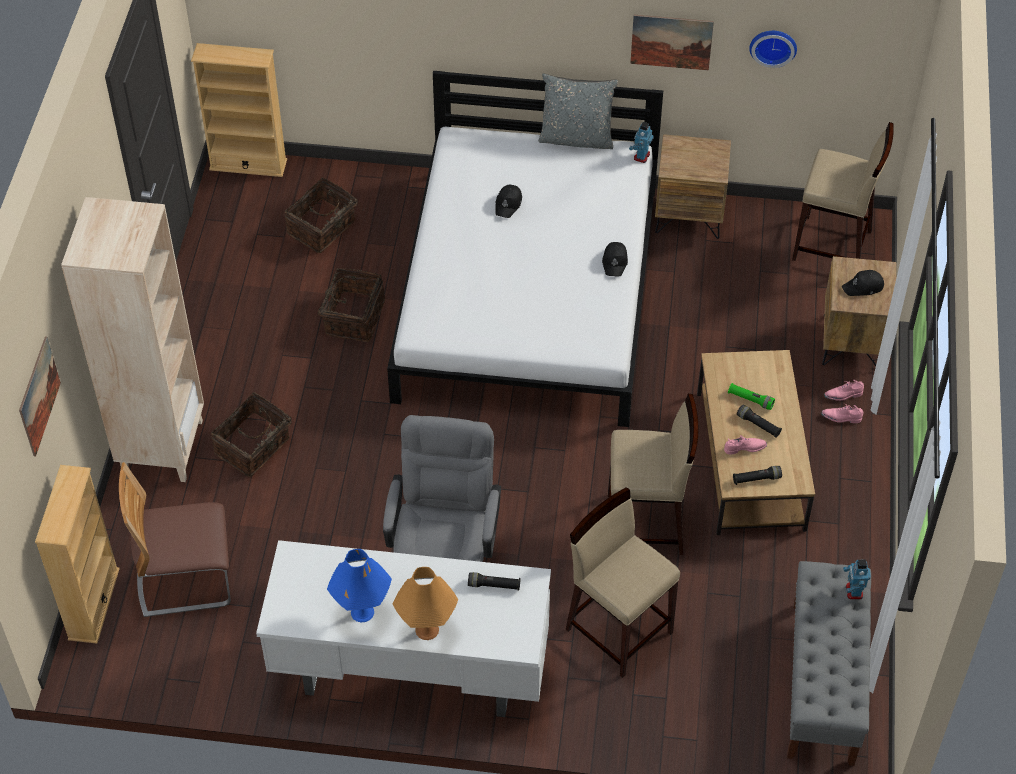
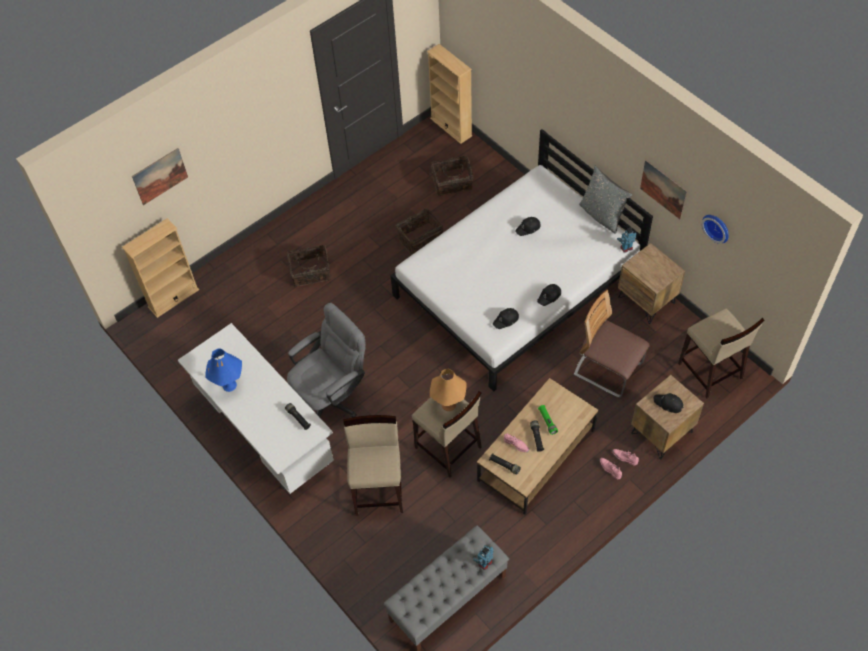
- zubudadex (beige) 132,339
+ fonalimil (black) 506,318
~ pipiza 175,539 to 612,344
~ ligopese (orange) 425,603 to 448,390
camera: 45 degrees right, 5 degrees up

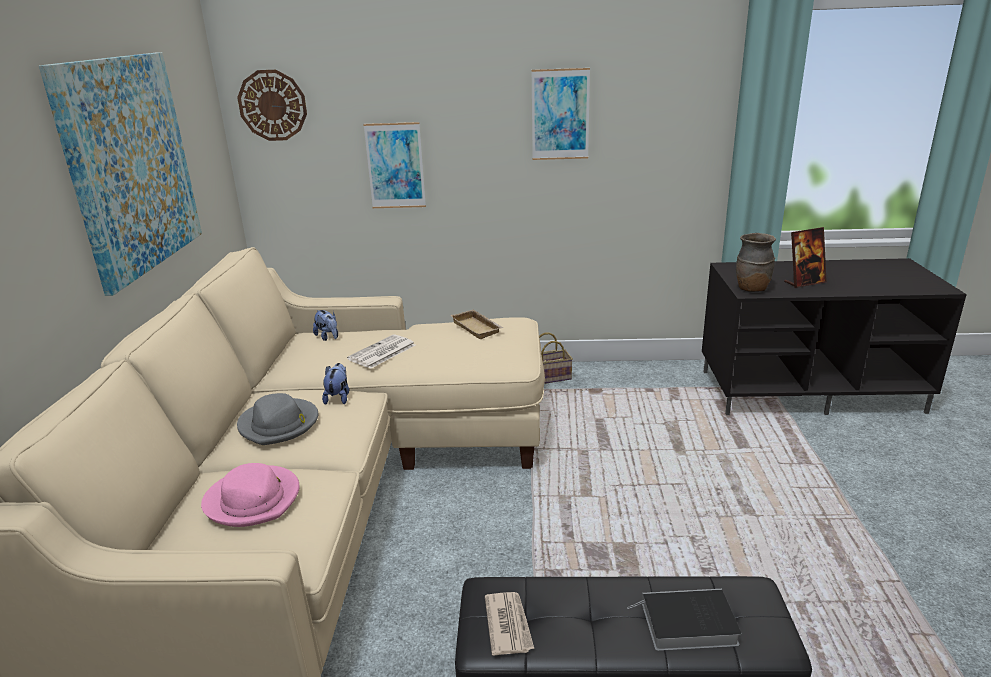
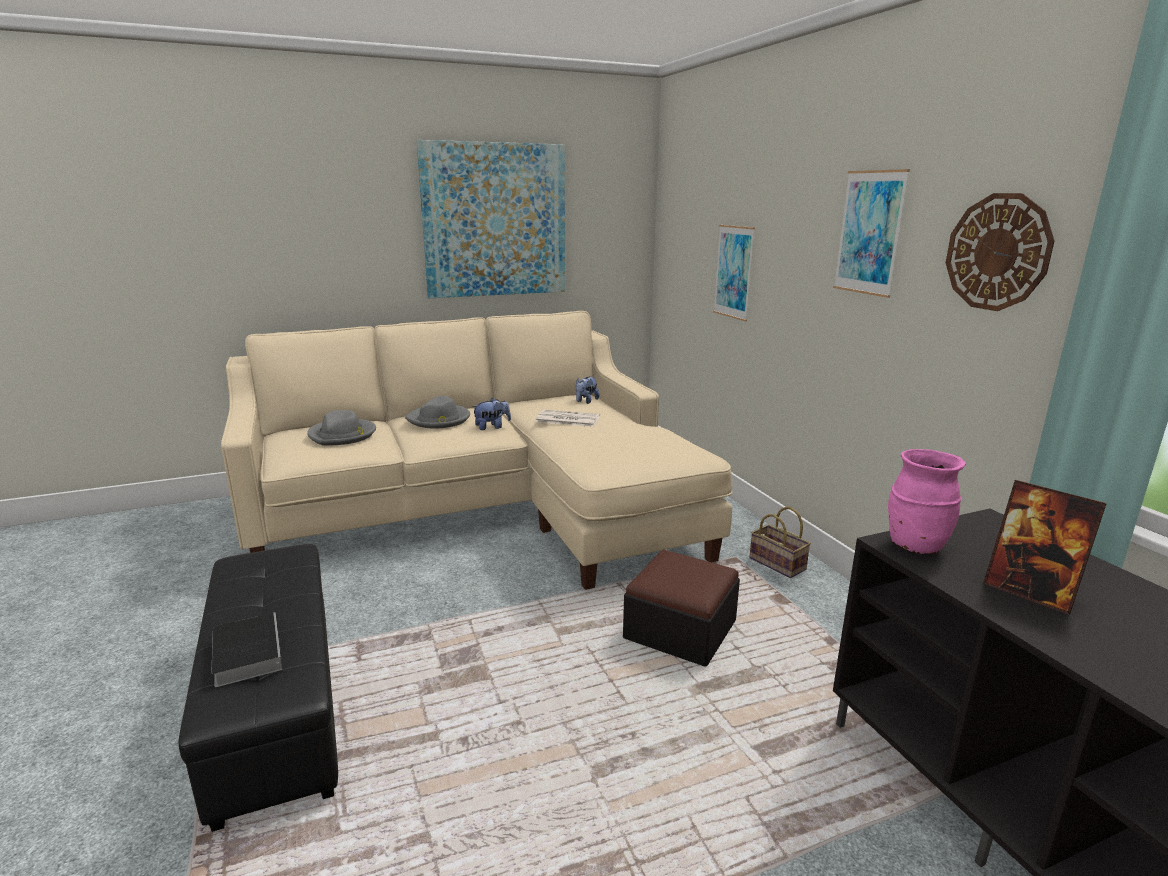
- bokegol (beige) 477,324
- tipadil 509,624
+ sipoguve 681,608
~ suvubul 272,105 to 1000,252
~ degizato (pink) 250,495 to degizato (grey) 341,428
~ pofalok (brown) 756,262 to pofalok (pink) 927,502
camera: 65 degrees right, 5 degrees down

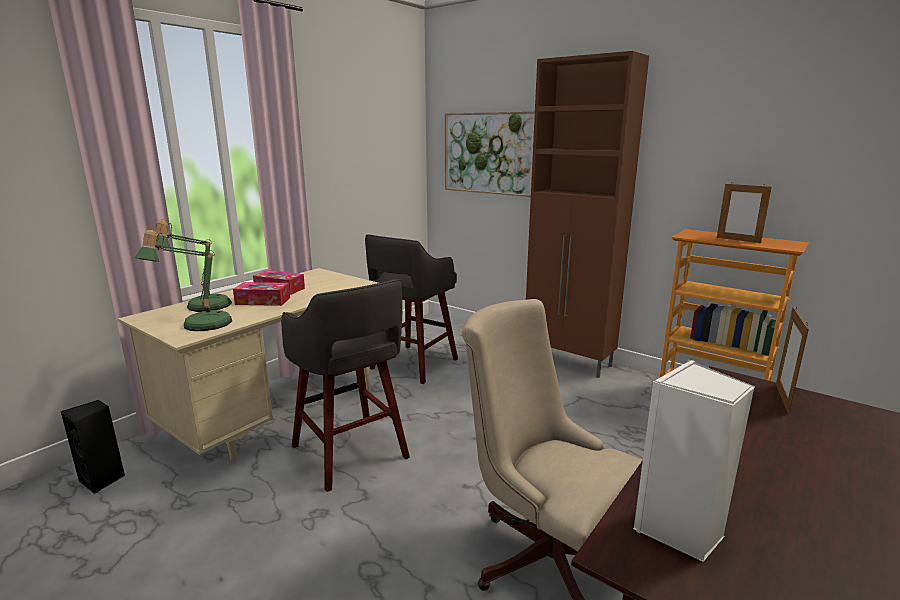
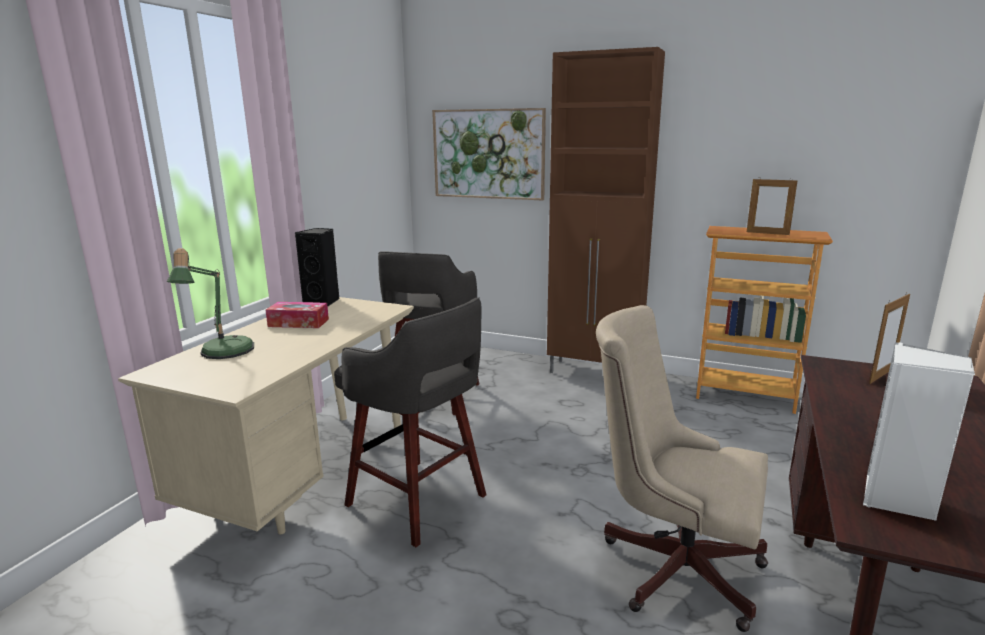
- ligopese 183,280
- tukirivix 261,294
~ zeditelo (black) 93,447 to 317,267
~ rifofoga 792,360 = 889,338 135 degrees counterclockwise
camera: 15 degrees left, 0 degrees up

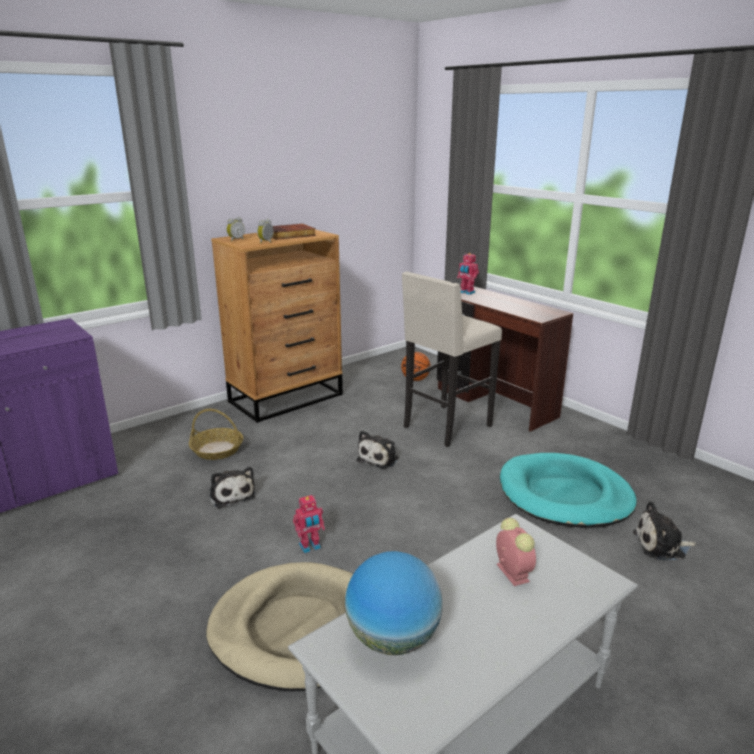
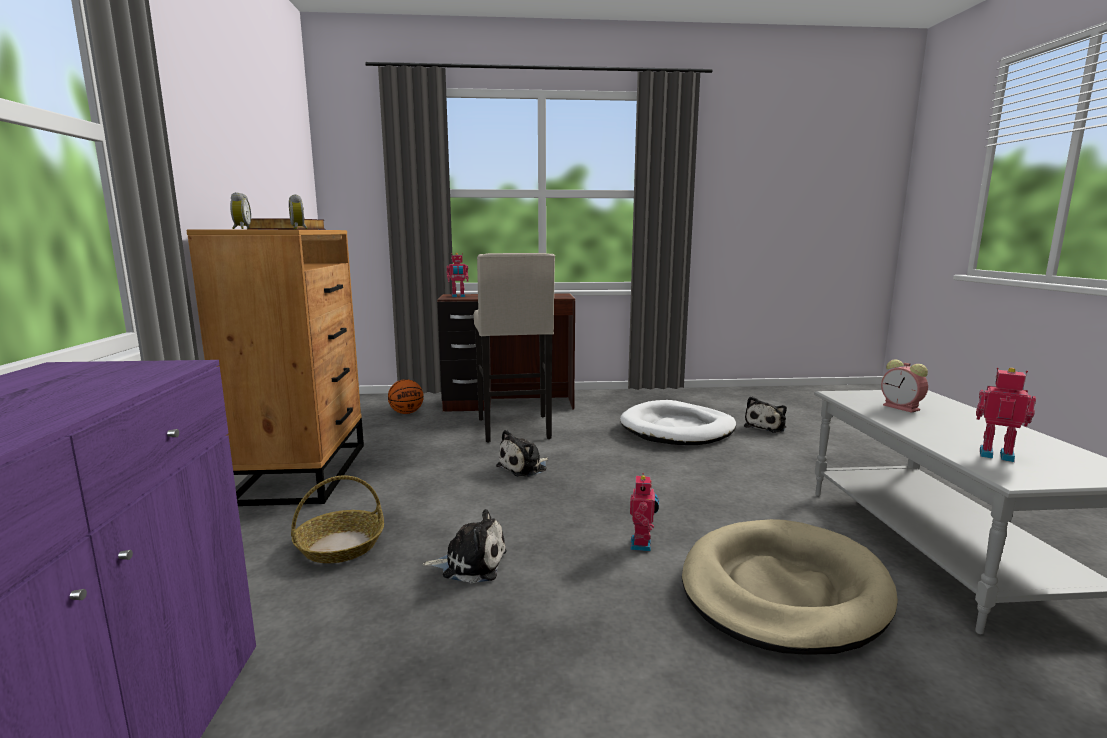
~ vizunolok 394,603 to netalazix 1006,415
~ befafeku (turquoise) 568,490 to befafeku (white) 678,422
~ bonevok 377,449 = 522,453 75 degrees clockwise
~ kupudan 516,552 = 904,386 135 degrees counterclockwise
camera: 55 degrees left, 10 degrees down

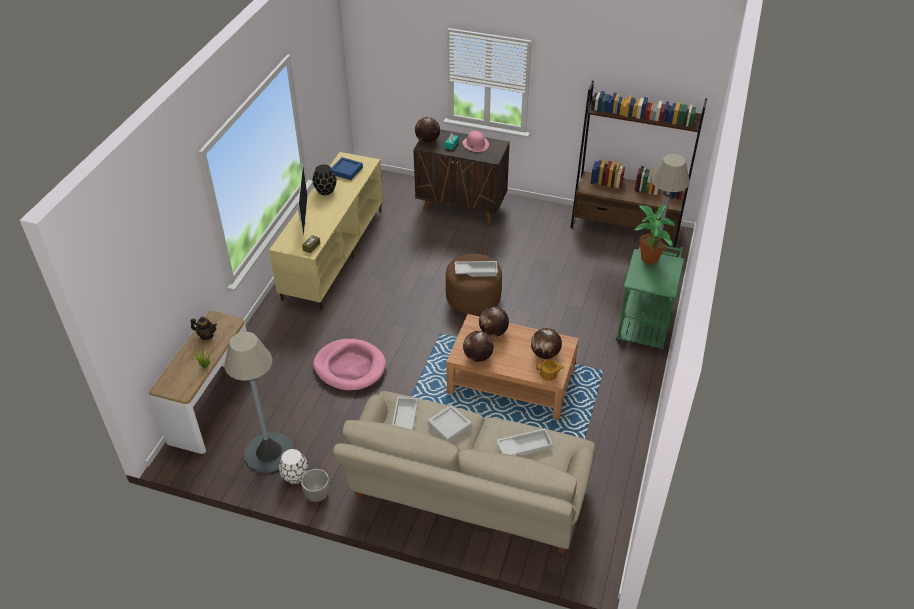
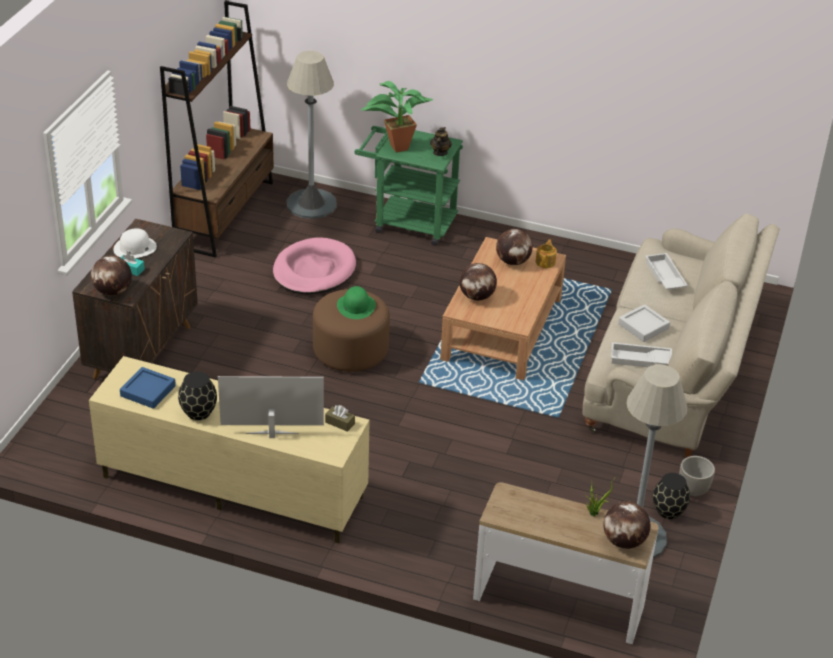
~ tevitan 203,328 to 441,141
~ befafeku (pink) 349,365 to 314,265
~ vizunolok 478,346 to 627,525
~ bokegol (white) 476,269 to degizato (green) 356,302
~ pofalok (white) 293,466 to pofalok (black) 671,496
~ degizato (pink) 475,141 to degizato (white) 135,243
camera: 90 degrees left, 5 degrees down

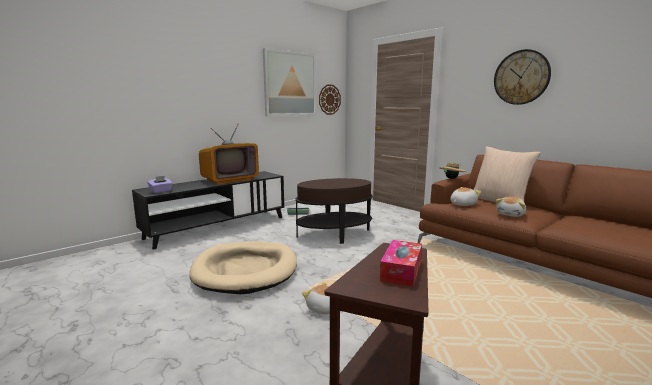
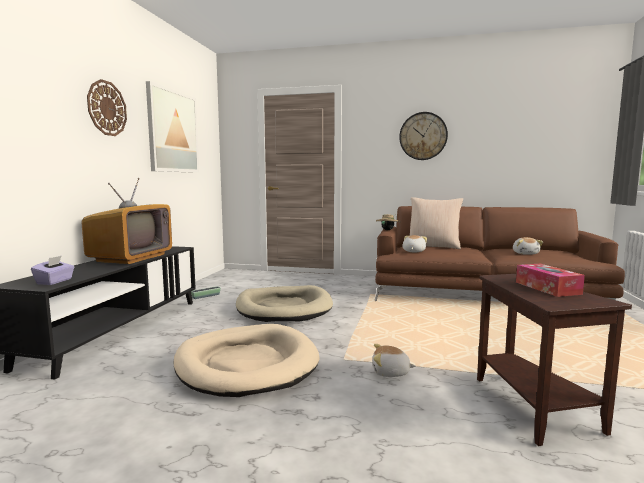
~ suvubul 330,99 to 107,107
~ bonevok 510,207 to 528,246
~ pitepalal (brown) 334,211 to befafeku (beige) 284,303
camera: 35 degrees left, 5 degrees down

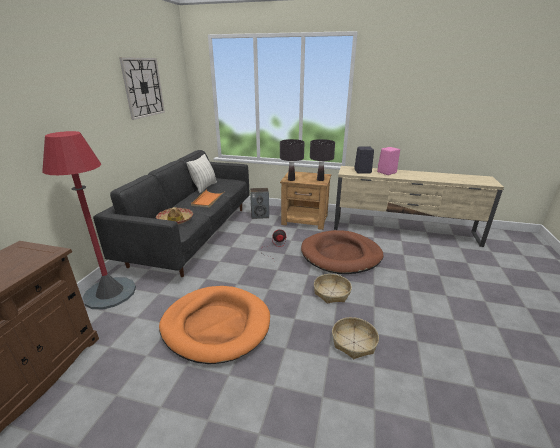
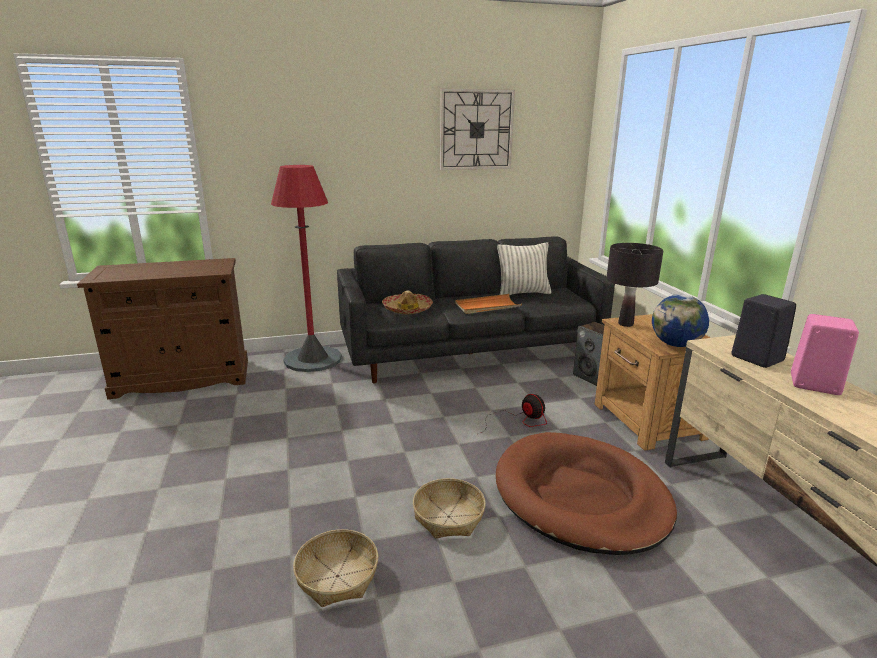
- befafeku (orange) 214,325
~ ligopese (black) 322,160 to vizunolok 680,320
camera: 60 degrees right, 5 degrees down

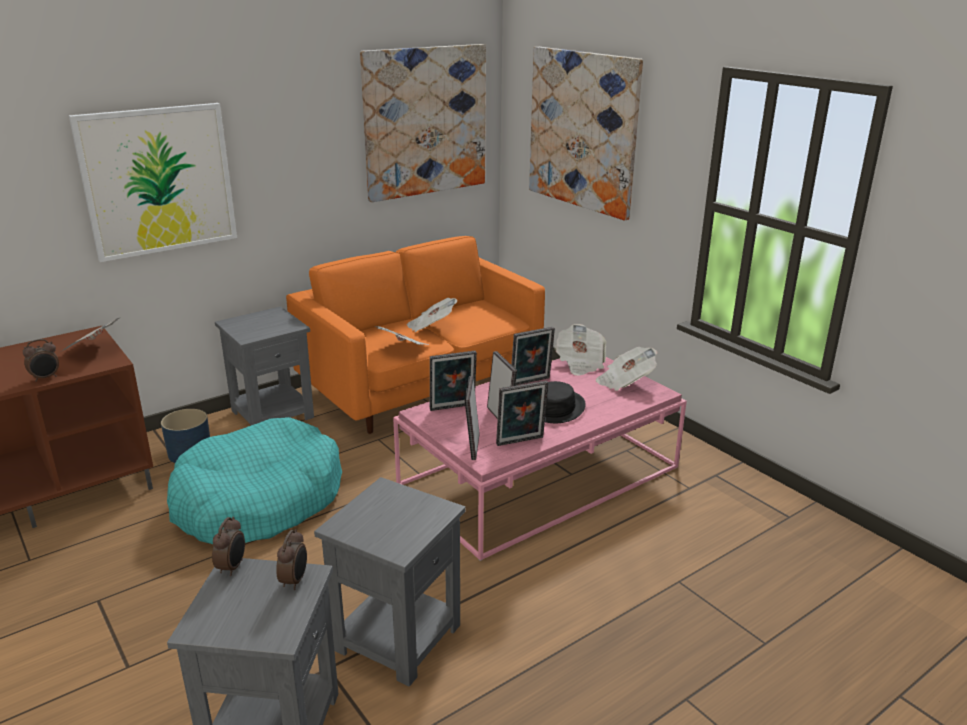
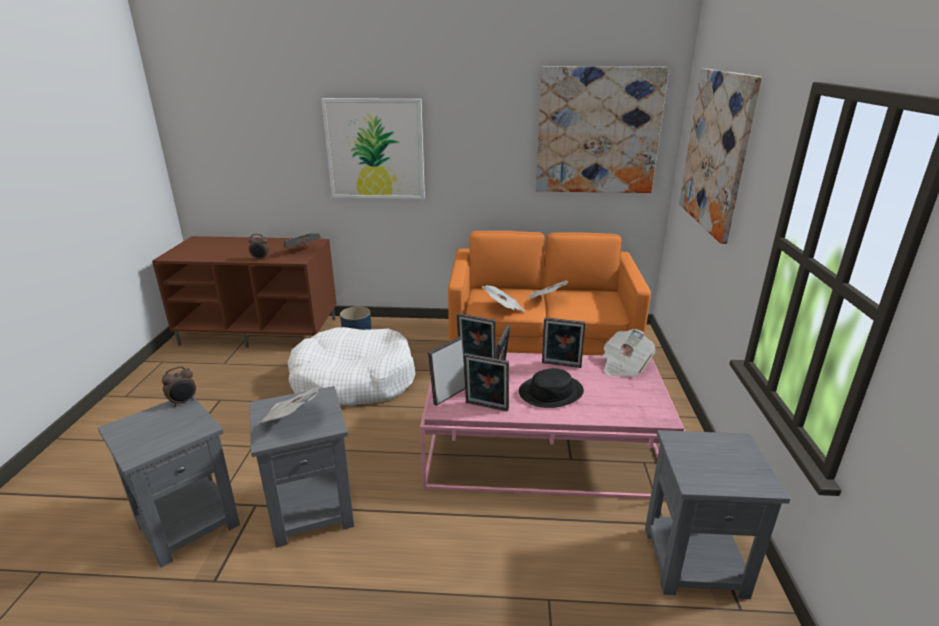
- kupudan 291,559
~ pitepalal (grey) 264,366 to 717,514
~ tipadil 627,369 to 289,405
~ befafeku (turquoise) 254,480 to befafeku (white) 351,366
camera: 40 degrees right, 0 degrees up

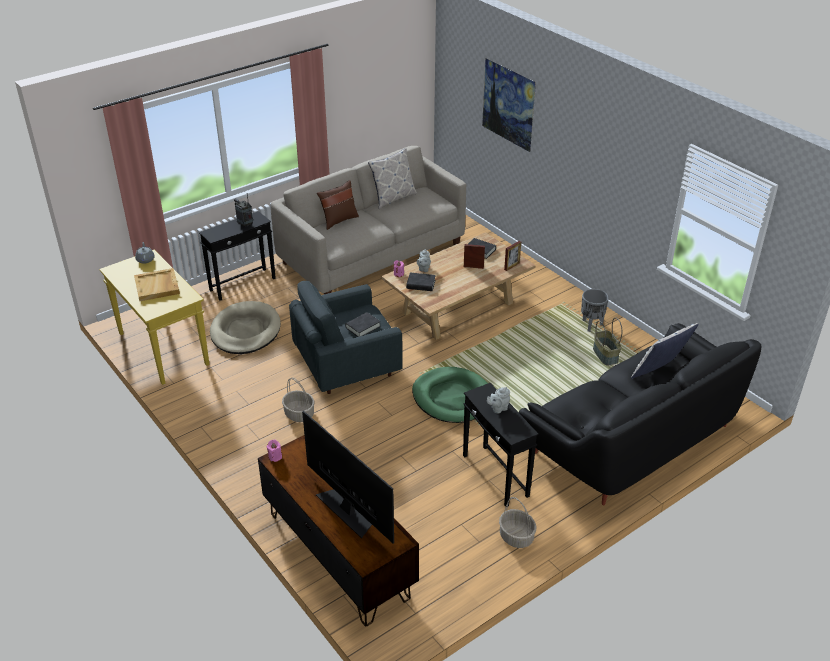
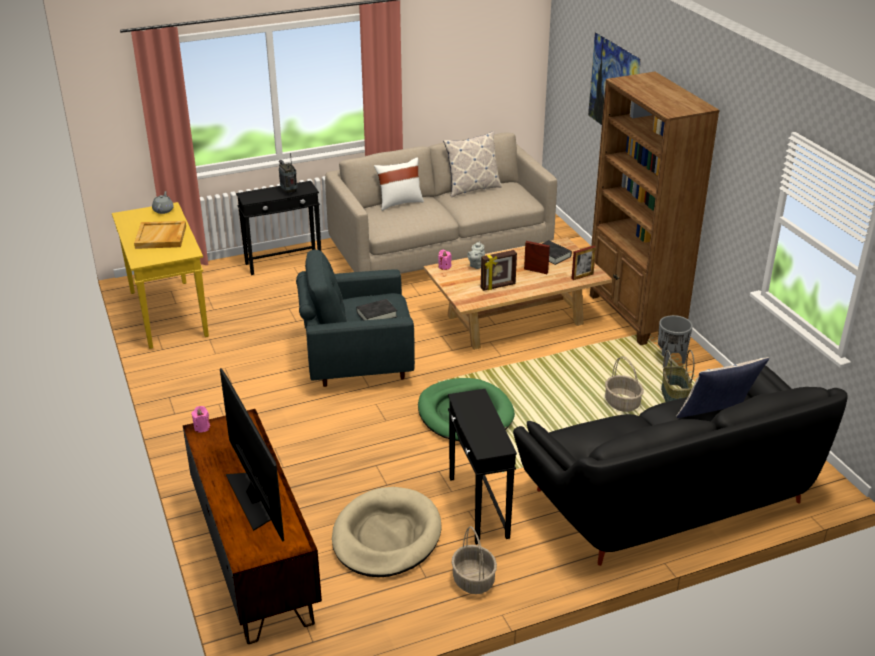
- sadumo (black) 421,282
- tevitan (grey) 498,400
+ rifofoga 499,270
+ zubudadex (brown) 655,208
~ befafeku (beige) 245,327 to 387,532
~ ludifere 298,399 to 624,384
~ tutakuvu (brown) 338,205 to tutakuvu (white) 399,184
camera: 15 degrees right, 5 degrees down

